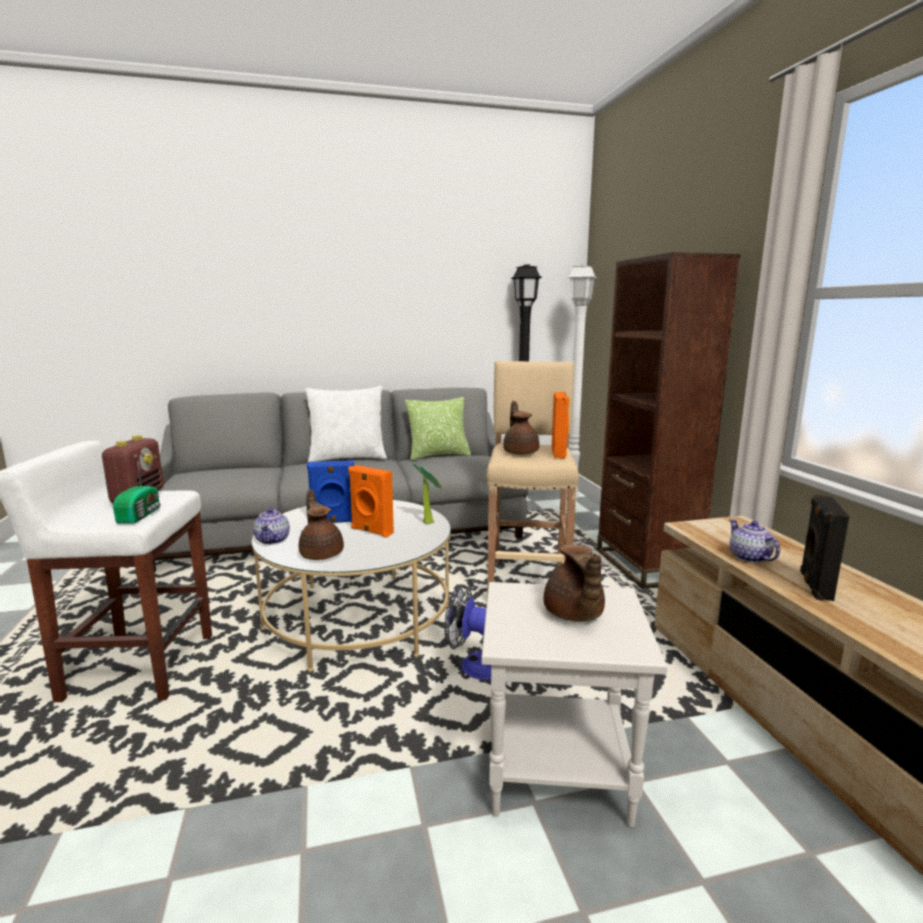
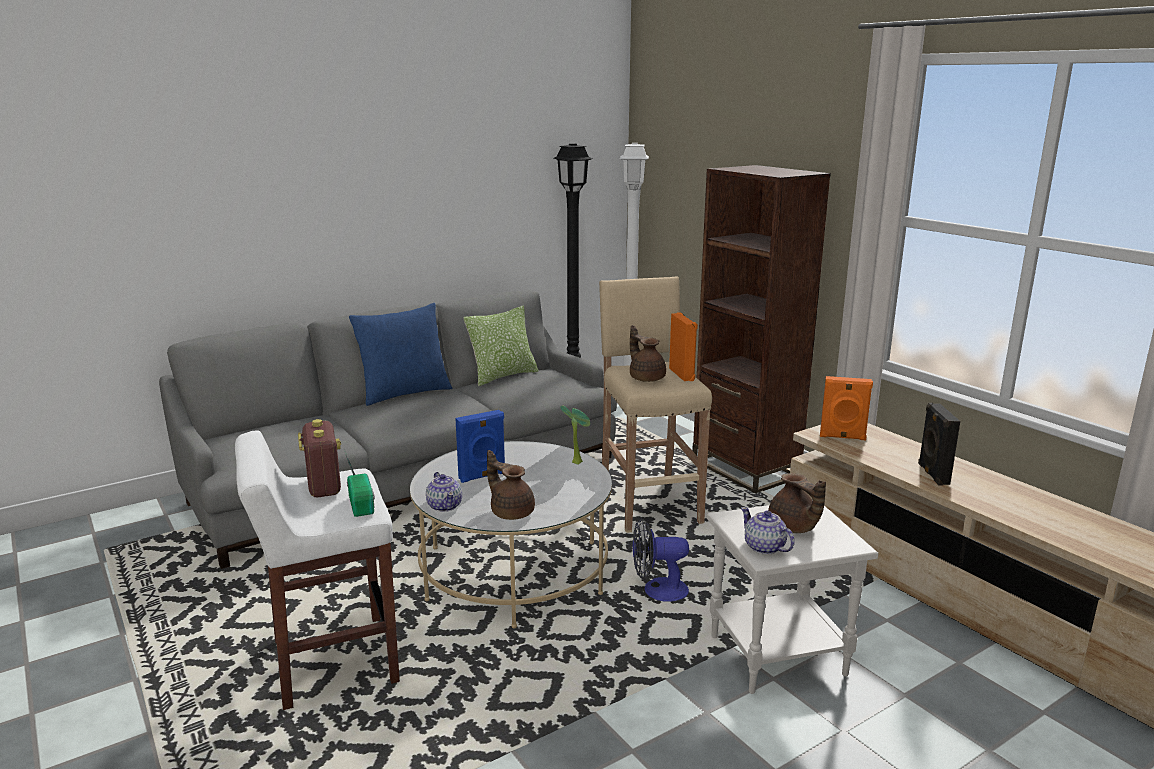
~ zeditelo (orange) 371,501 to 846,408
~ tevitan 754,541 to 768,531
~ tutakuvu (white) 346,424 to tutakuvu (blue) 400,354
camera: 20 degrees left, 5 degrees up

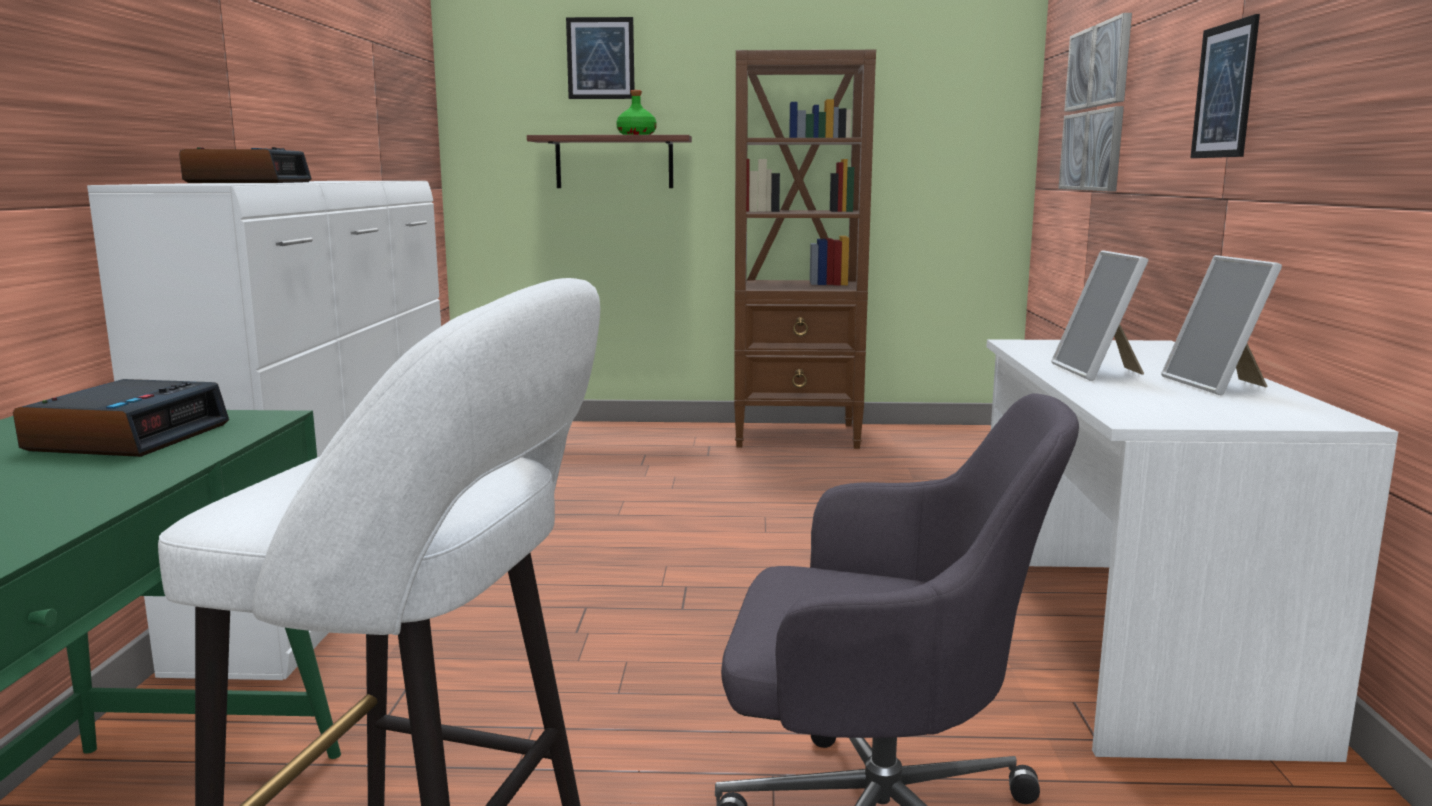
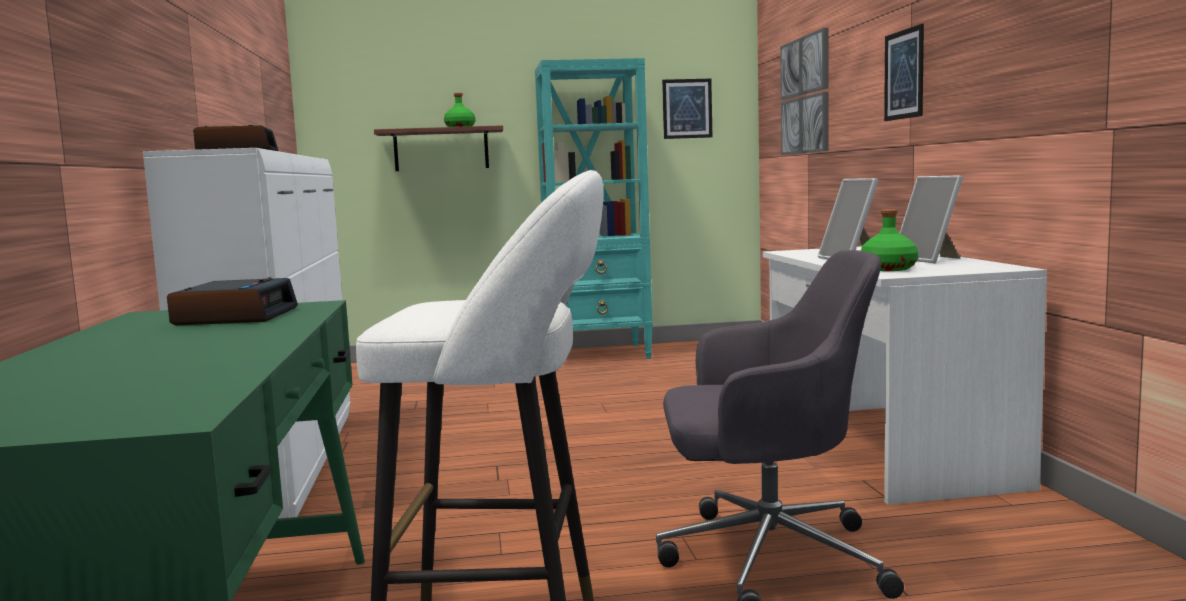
+ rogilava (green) 889,240
~ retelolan 600,58 to 687,109
~ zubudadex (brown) 805,249 to zubudadex (turquoise) 594,208
camera: 10 degrees left, 5 degrees down

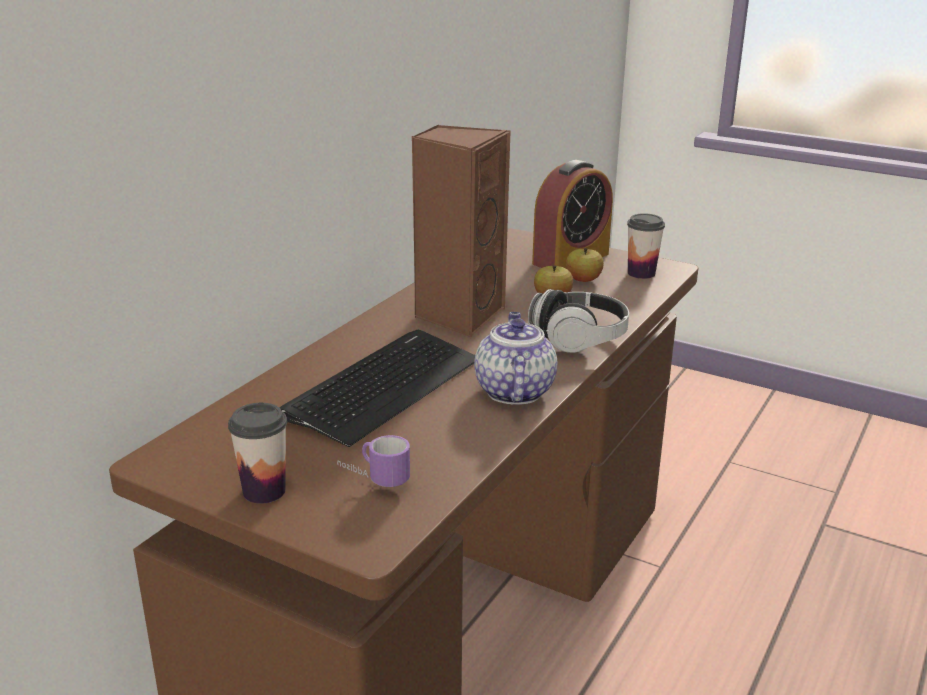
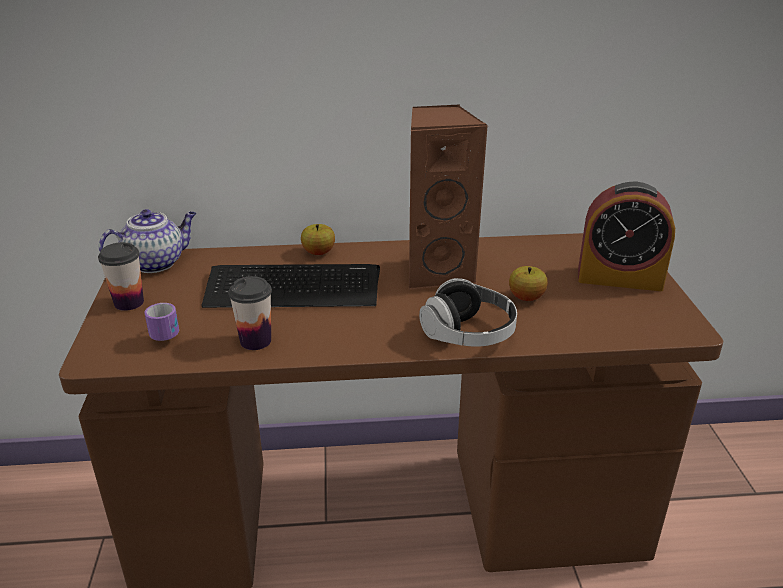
~ tevitan 515,358 to 148,241
~ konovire 585,265 to 318,239
~ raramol 646,246 to 250,313
camera: 55 degrees right, 5 degrees up

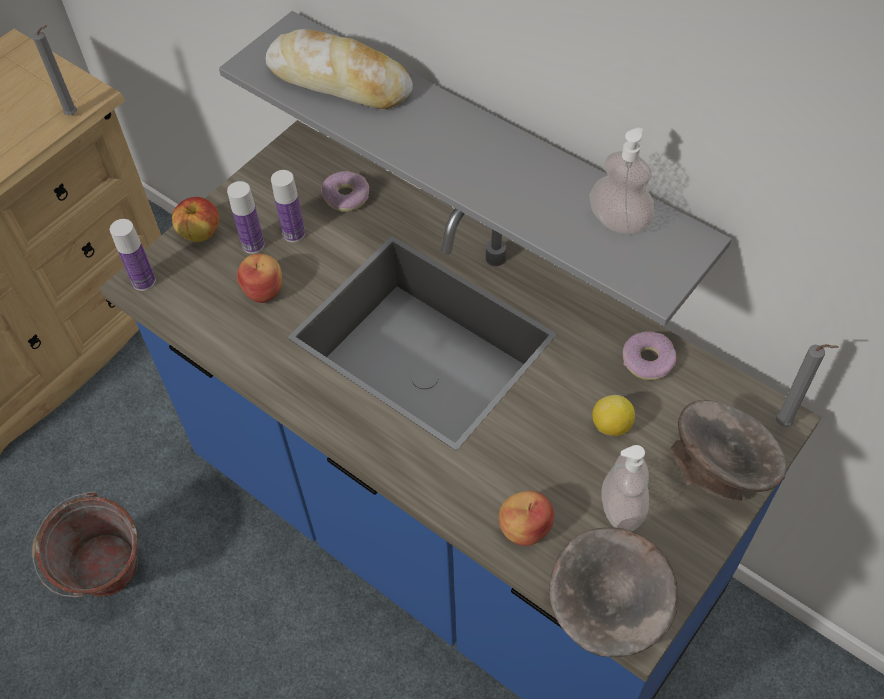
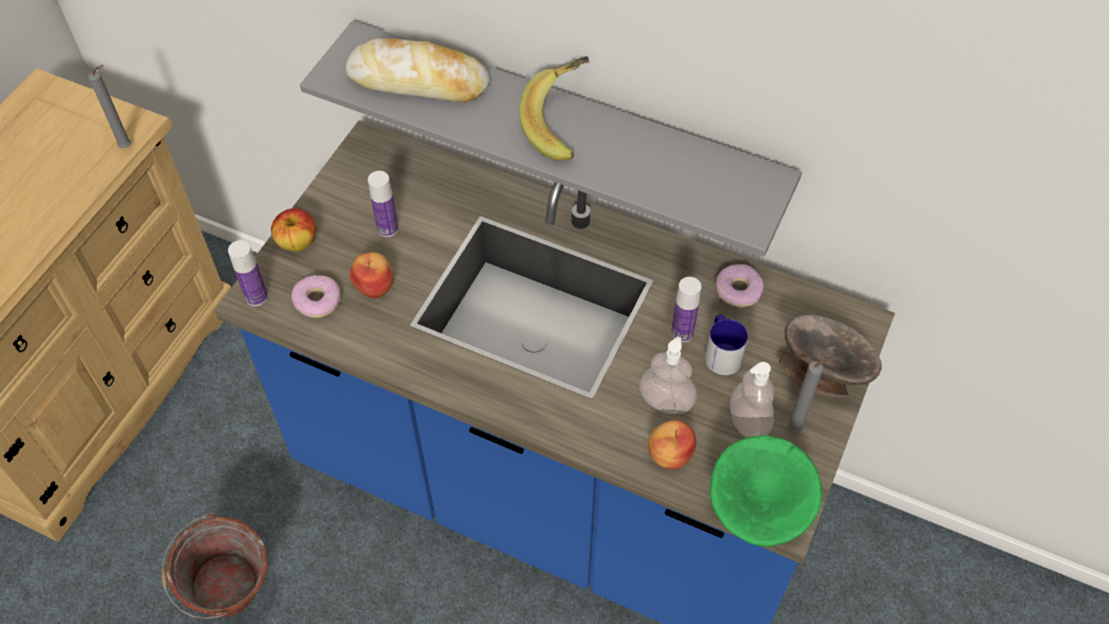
+ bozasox 554,108
~ rogilava 246,217 to 686,309
~ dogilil 345,191 to 316,296
~ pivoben 622,181 to 667,375
~ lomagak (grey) 807,385 to 810,397
~ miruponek 613,415 to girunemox 726,345
~ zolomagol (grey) 613,592 to zolomagol (green) 766,491
camera: 15 degrees left, 0 degrees up

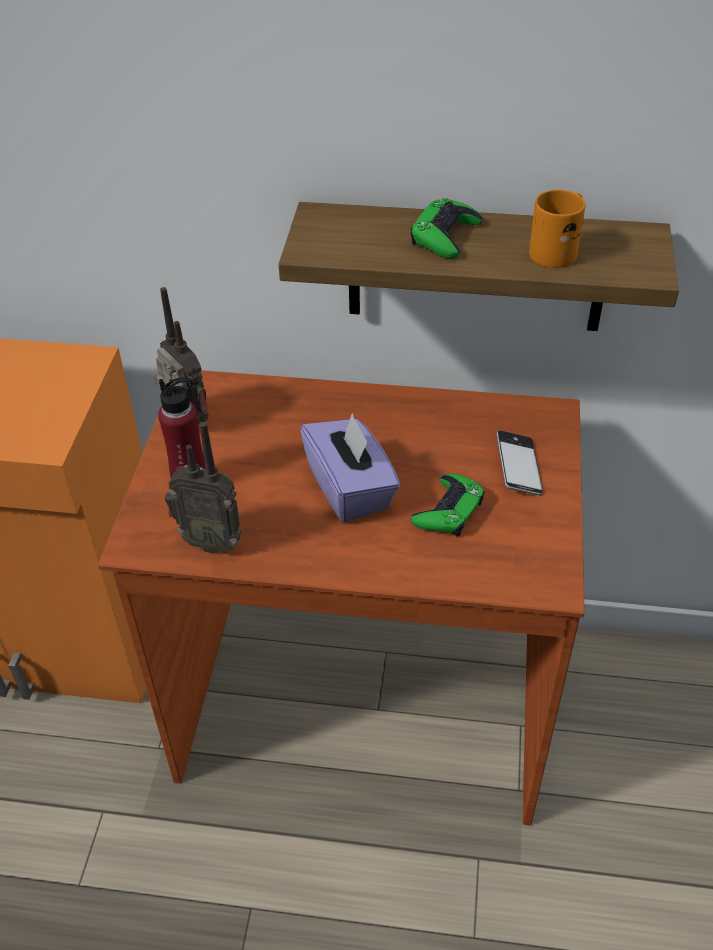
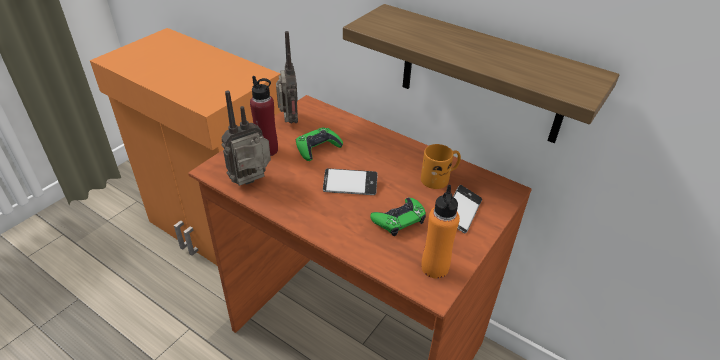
+ rogilava (orange) 440,232
~ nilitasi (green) 447,228 to 319,144
~ girunemox (orange) 557,229 to 441,166
~ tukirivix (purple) 350,467 to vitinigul 350,181
~ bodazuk 203,488 = 246,138 105 degrees clockwise
camera: 25 degrees right, 5 degrees down

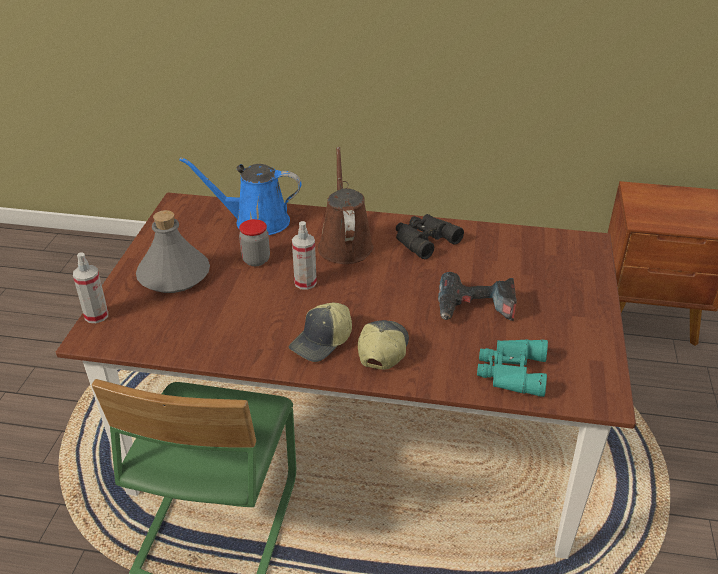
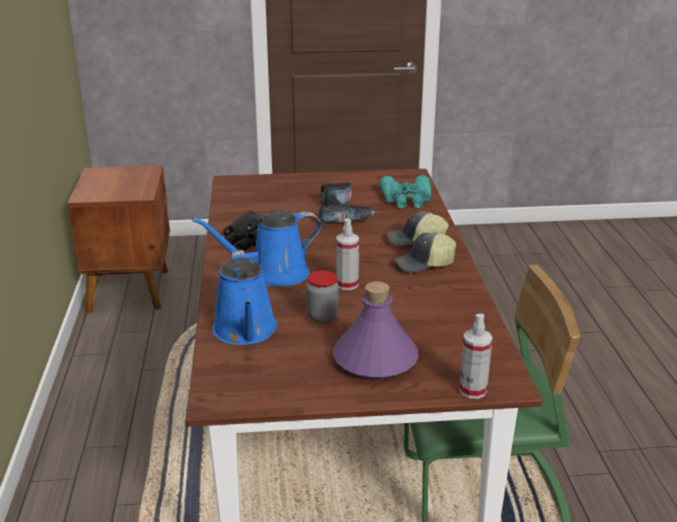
~ rogilava (grey) 173,251 to rogilava (purple) 376,330
~ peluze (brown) 346,205 to peluze (blue) 256,248
~ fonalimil 320,332 = 425,252 135 degrees clockwise
camera: 105 degrees left, 10 degrees down

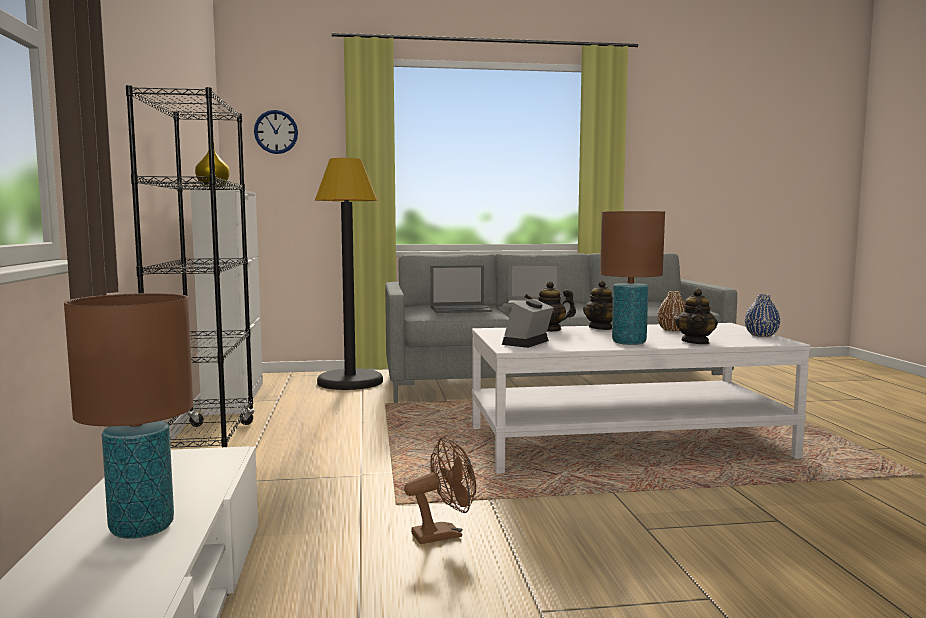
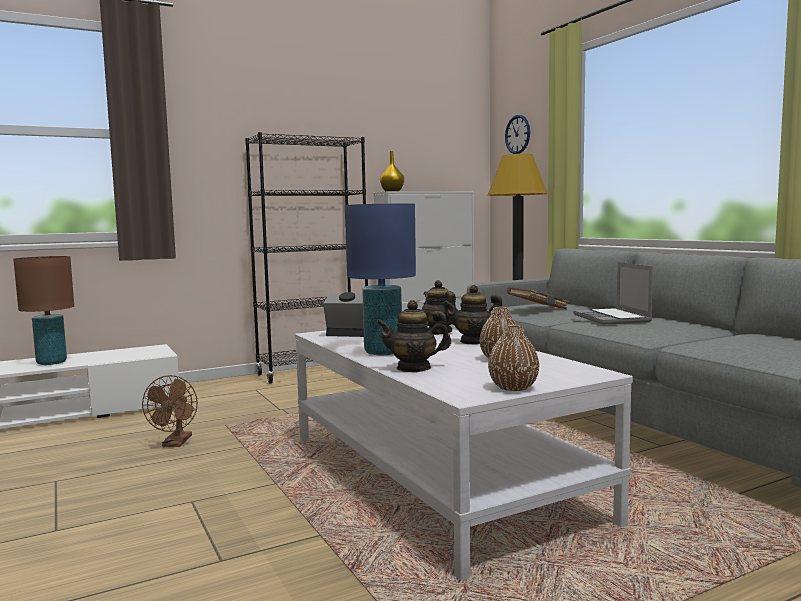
~ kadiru 461,289 to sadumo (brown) 538,298
~ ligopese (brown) 632,278 to ligopese (blue) 380,279
~ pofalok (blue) 762,315 to pofalok (brown) 513,358
~ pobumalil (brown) 440,490 = 170,411 45 degrees clockwise
camera: 70 degrees right, 0 degrees up

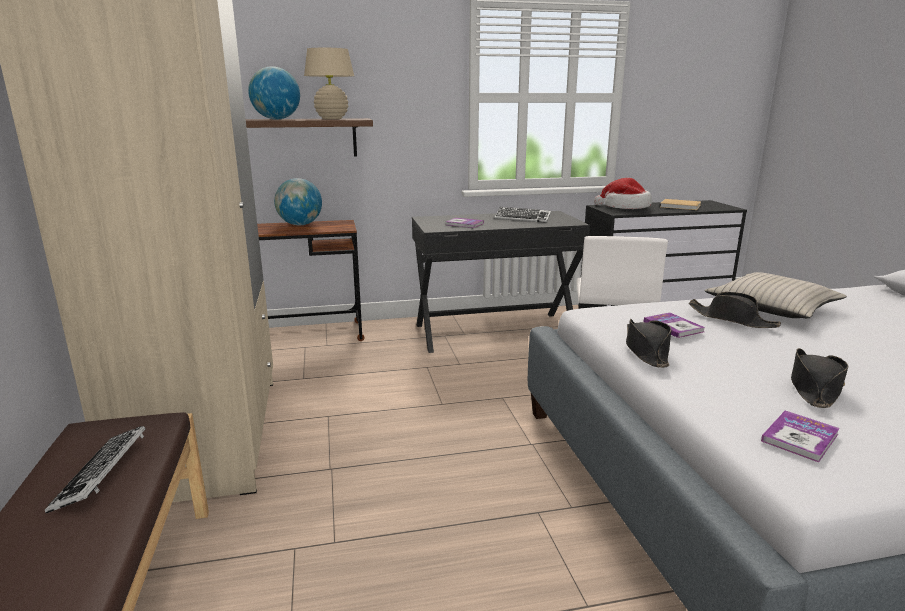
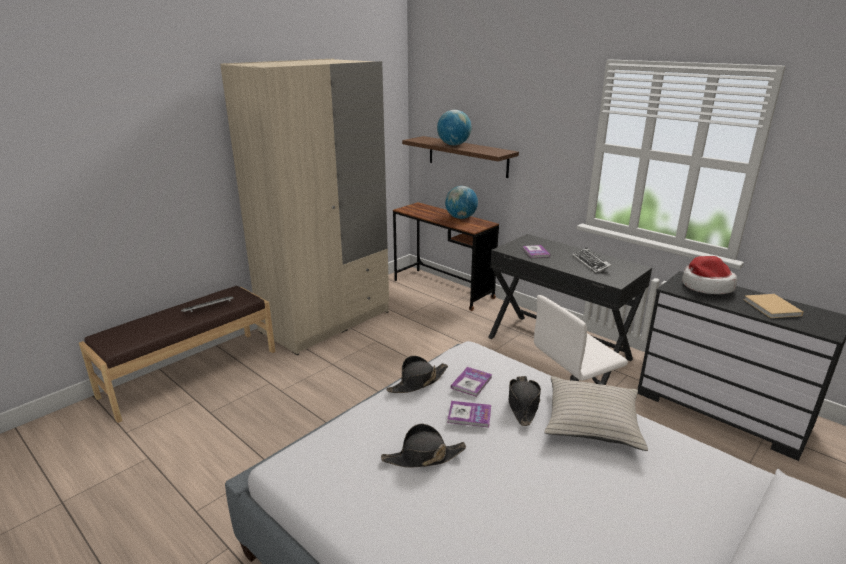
- ligopese (beige) 329,83
~ sadumo 800,436 to 469,414
camera: 55 degrees right, 5 degrees up

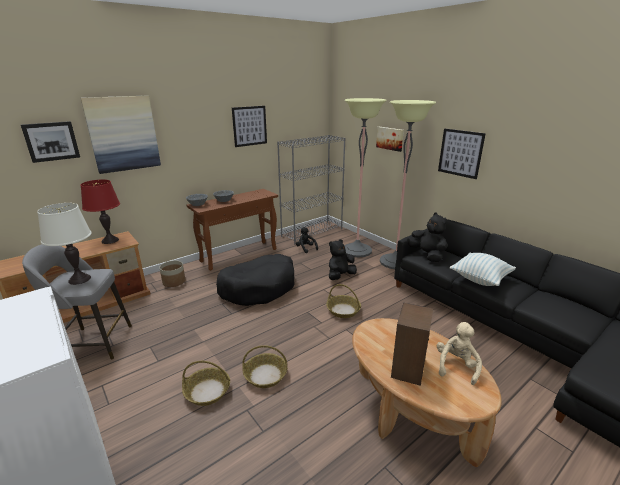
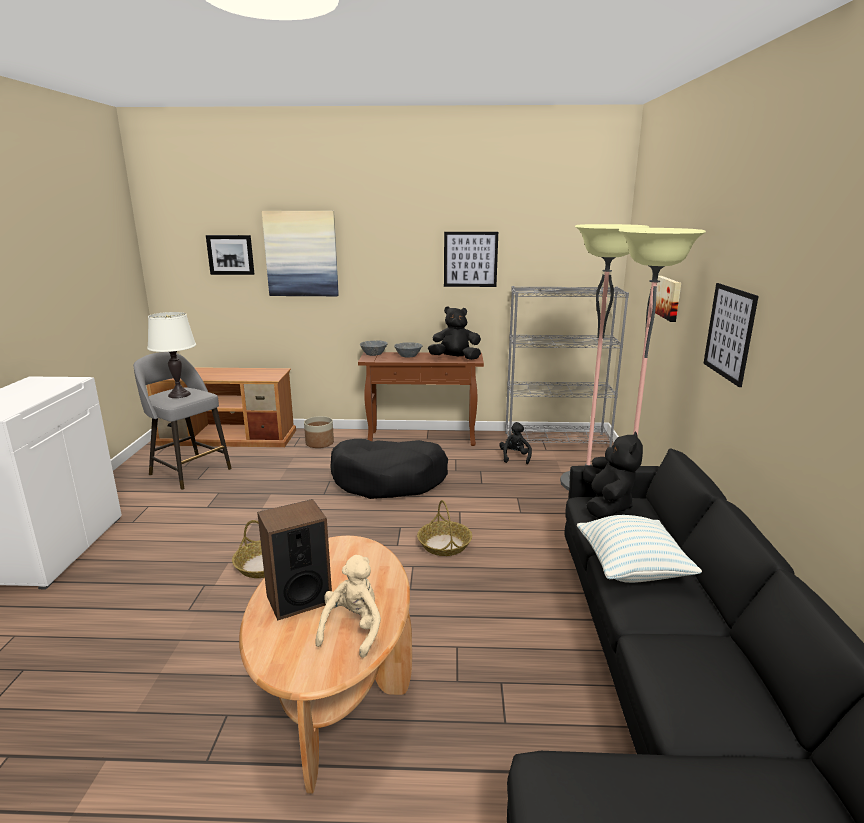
- ligopese (red) 100,211
- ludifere 206,383
~ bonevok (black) 343,259 to 454,333
~ bonevok (beige) 459,353 = 348,606 45 degrees counterclockwise
camera: 40 degrees right, 5 degrees down

